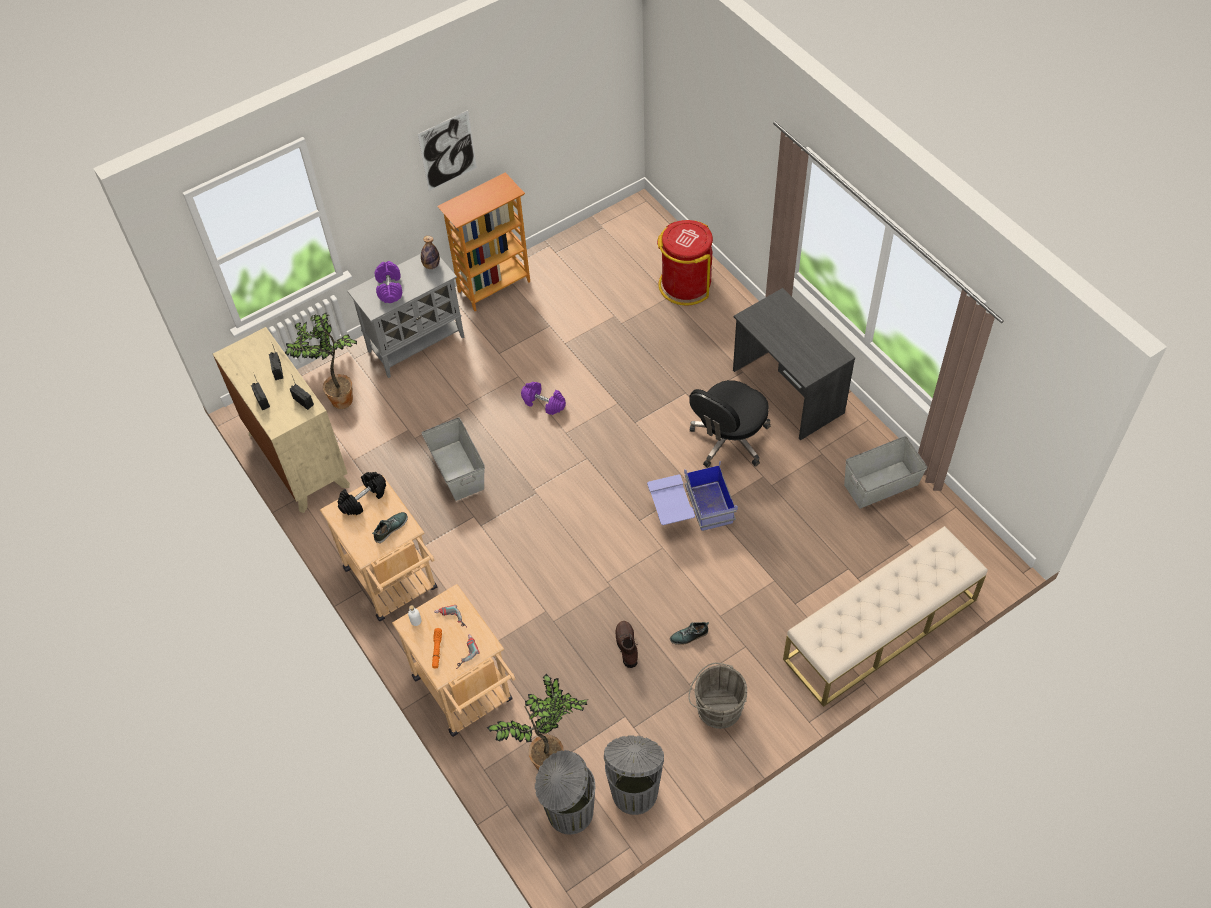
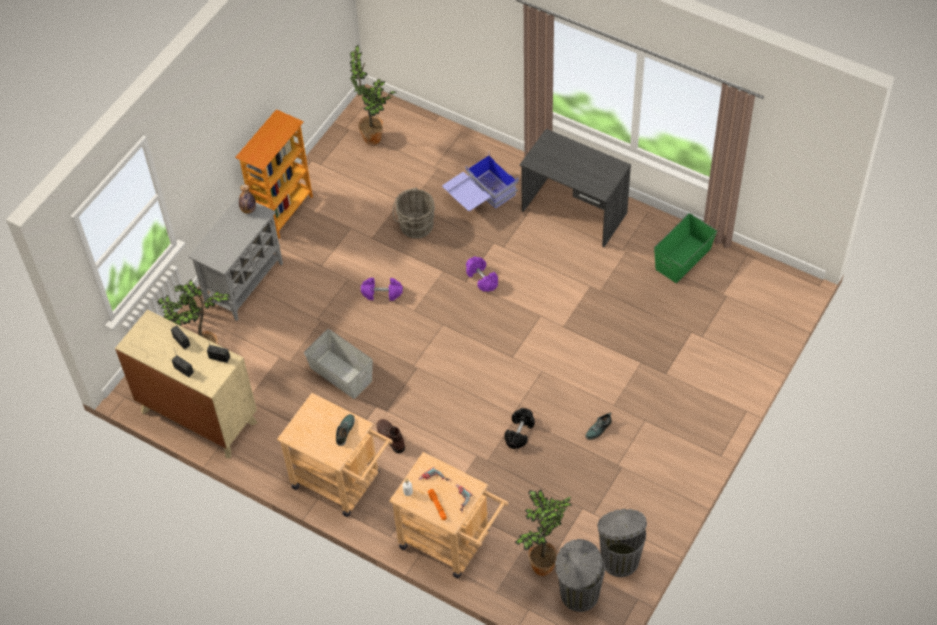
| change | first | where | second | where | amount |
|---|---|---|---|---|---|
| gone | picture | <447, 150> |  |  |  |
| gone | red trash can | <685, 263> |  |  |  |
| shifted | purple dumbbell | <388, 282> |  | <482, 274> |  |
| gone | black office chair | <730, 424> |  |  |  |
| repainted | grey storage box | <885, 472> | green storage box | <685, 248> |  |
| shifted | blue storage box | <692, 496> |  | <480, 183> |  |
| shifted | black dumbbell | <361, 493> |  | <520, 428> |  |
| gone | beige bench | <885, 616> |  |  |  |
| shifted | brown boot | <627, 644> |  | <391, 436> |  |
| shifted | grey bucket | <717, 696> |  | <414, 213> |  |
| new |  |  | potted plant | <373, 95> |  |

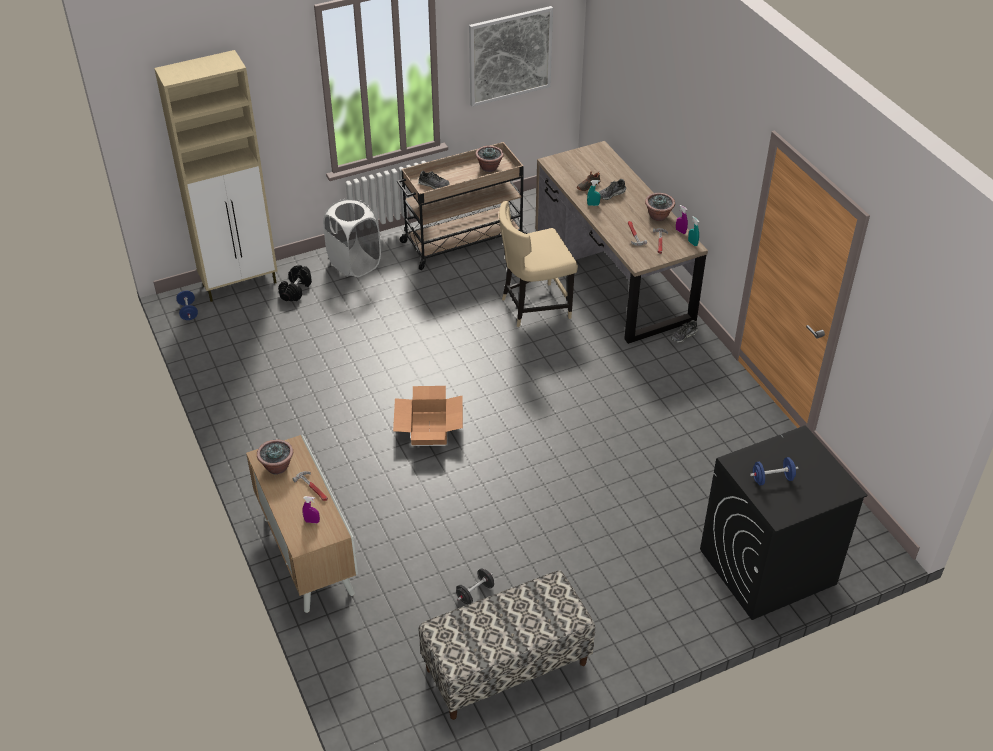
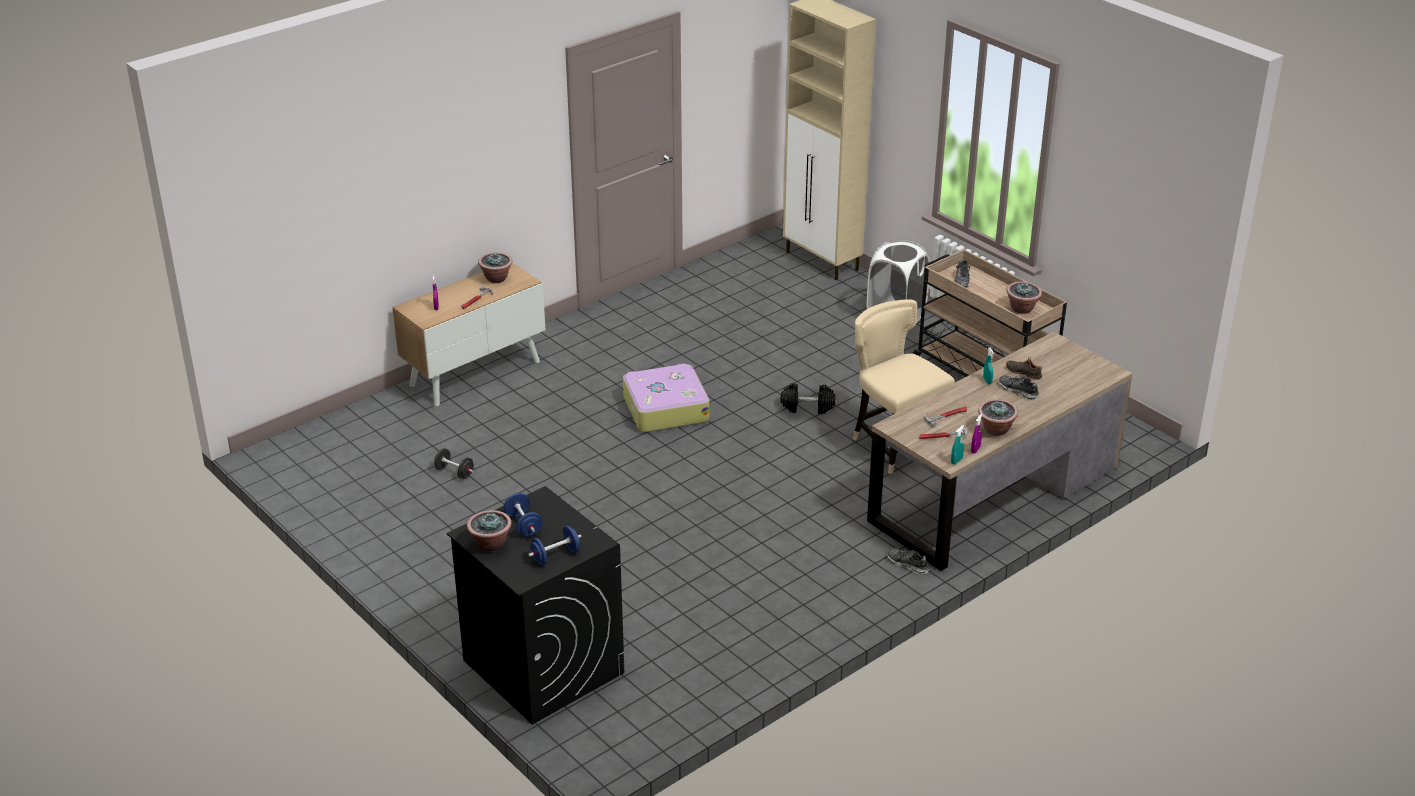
| change | first | where | second | where | amount |
|---|---|---|---|---|---|
| gone | picture | <511, 56> |  |  |  |
| shifted | black dumbbell | <295, 283> |  | <808, 398> |  |
| shifted | blue dumbbell | <187, 305> |  | <555, 545> |  |
| swapped | cardboard box | <428, 415> | suitcase | <666, 398> |  |
| gone | bench | <507, 645> |  |  |  |
| new |  |  | potted plant | <489, 531> |  |

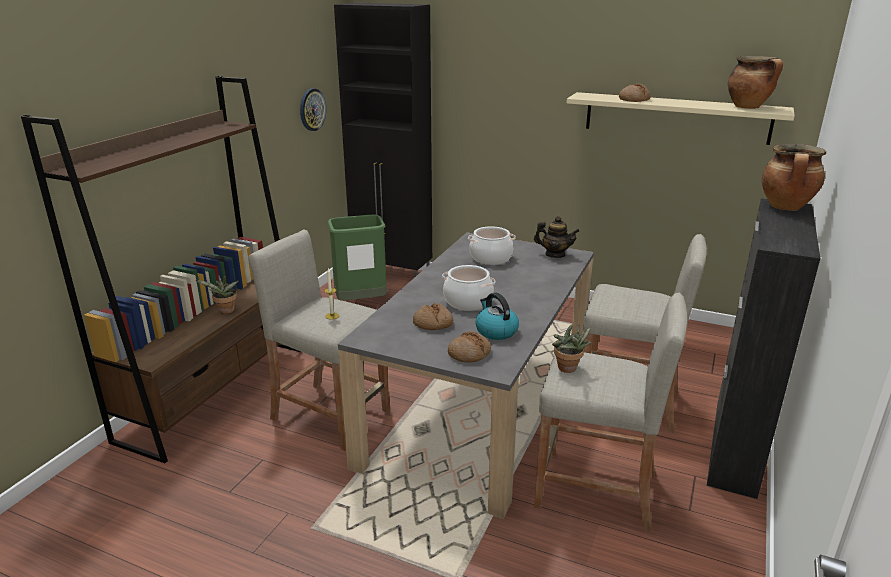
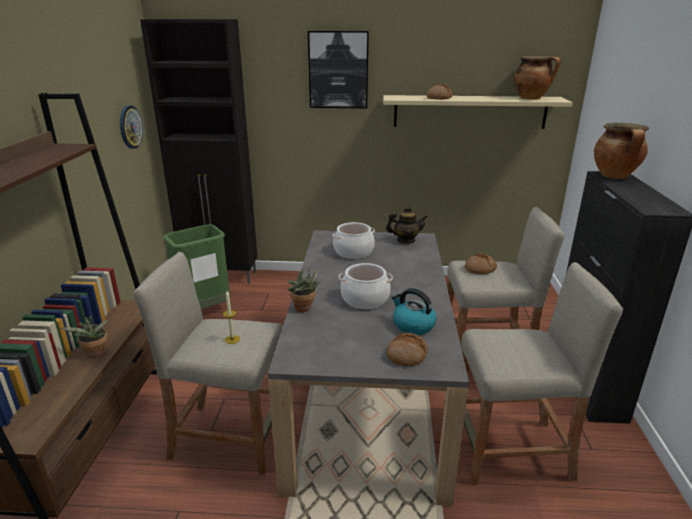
| change | first | where | second | where | amount |
|---|---|---|---|---|---|
| shifted | bread | <433, 316> |  | <481, 263> |  |
| shifted | potted plant | <572, 348> |  | <305, 290> |  |
| new |  |  | picture | <338, 69> |  |

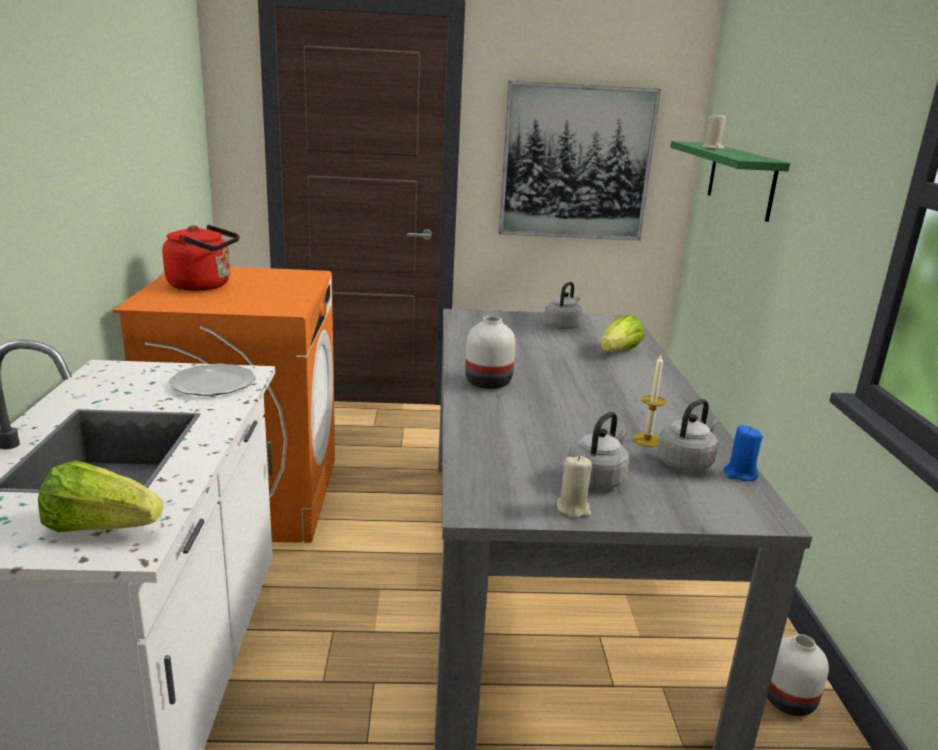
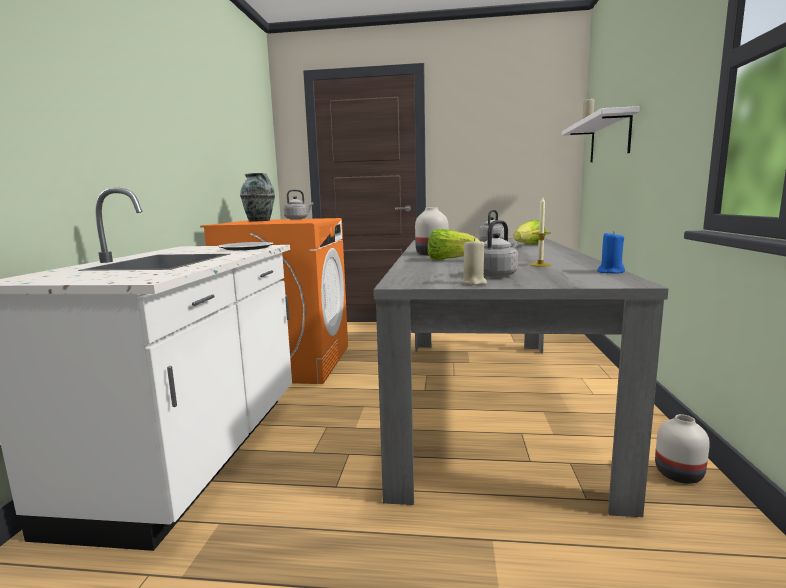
| change | first | where | second | where | amount |
|---|---|---|---|---|---|
| gone | picture | <580, 161> |  |  |  |
| repainted | green shelf | <730, 181> | white shelf | <600, 134> |  |
| swapped | red kettle | <200, 258> | vase | <257, 197> |  |
| shifted | grey kettle | <688, 435> |  | <299, 204> |  |
| shifted | lettuce | <100, 496> |  | <454, 244> |  |

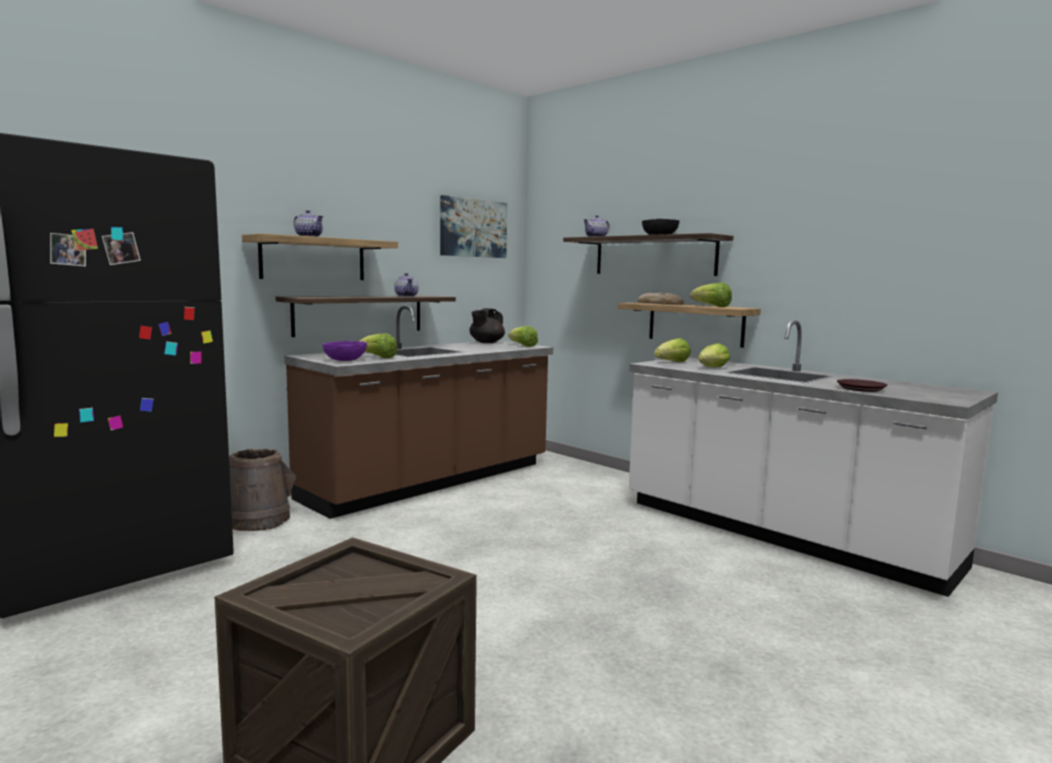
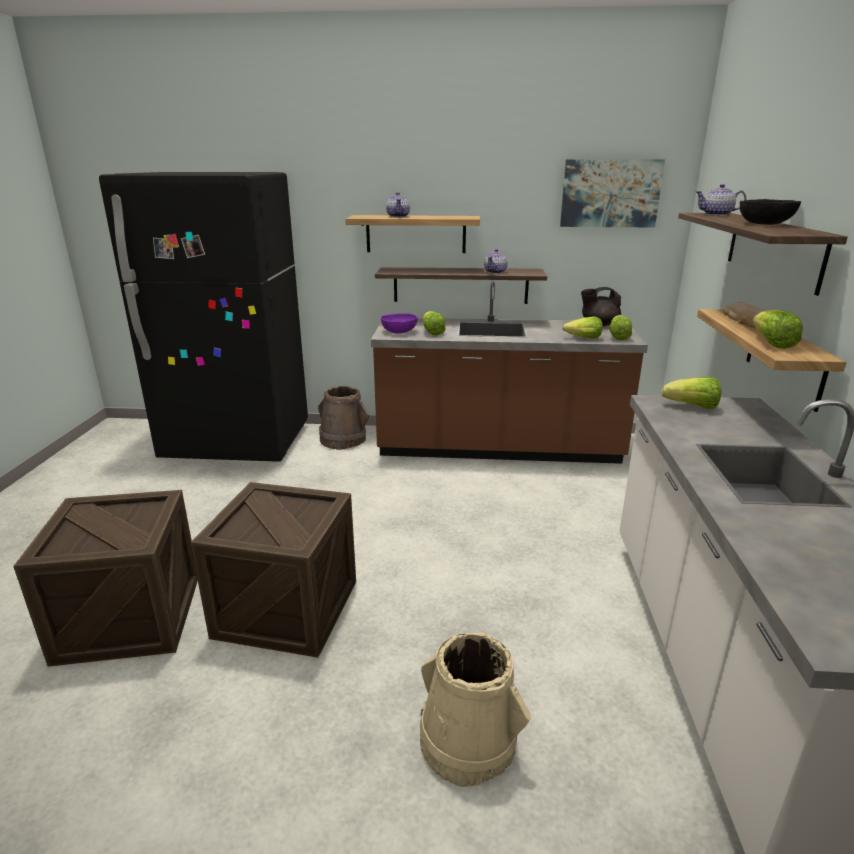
| change | first | where | second | where | amount |
|---|---|---|---|---|---|
| shifted | lettuce | <714, 355> |  | <582, 328> |  |
| gone | brown plate | <862, 385> |  |  |  |
| new |  |  | crate | <273, 570> |  |
| new |  |  | beige bucket | <475, 710> |  |

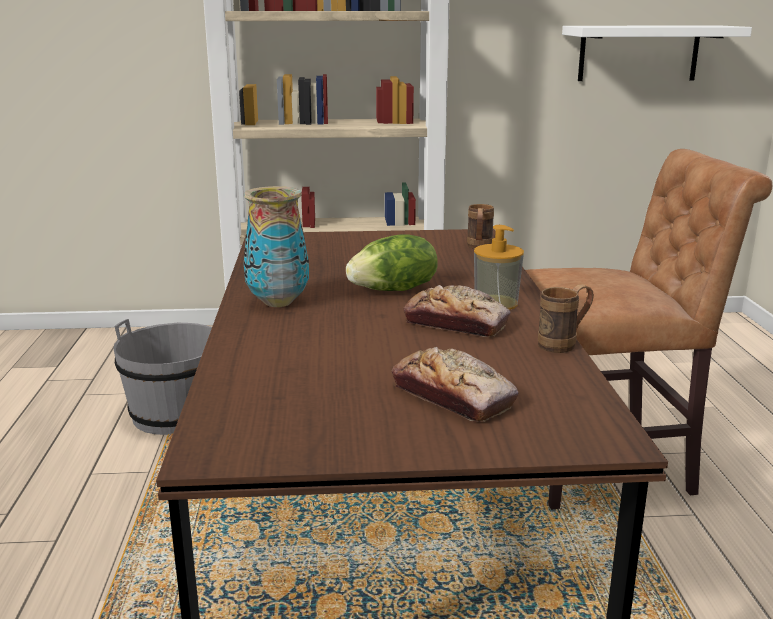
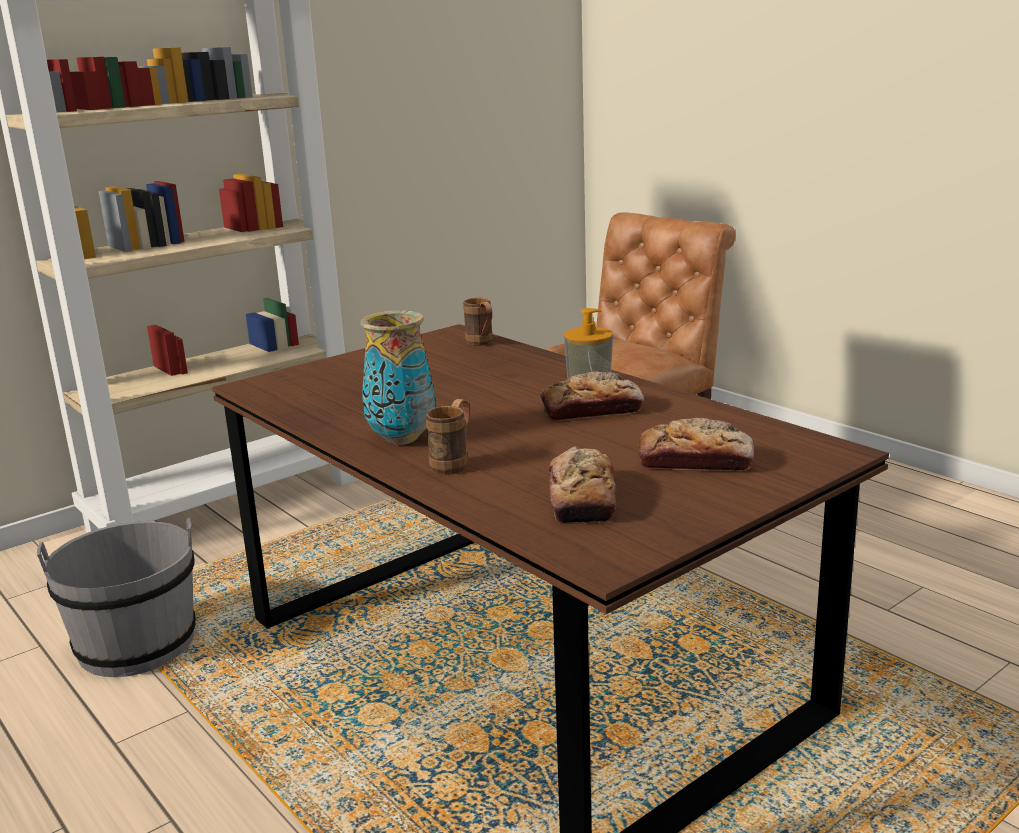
| change | first | where | second | where | amount |
|---|---|---|---|---|---|
| gone | white shelf | <657, 53> |  |  |  |
| gone | lettuce | <392, 262> |  |  |  |
| shifted | brown mug | <566, 318> |  | <448, 437> |  |
| new |  |  | bread | <582, 485> |  |

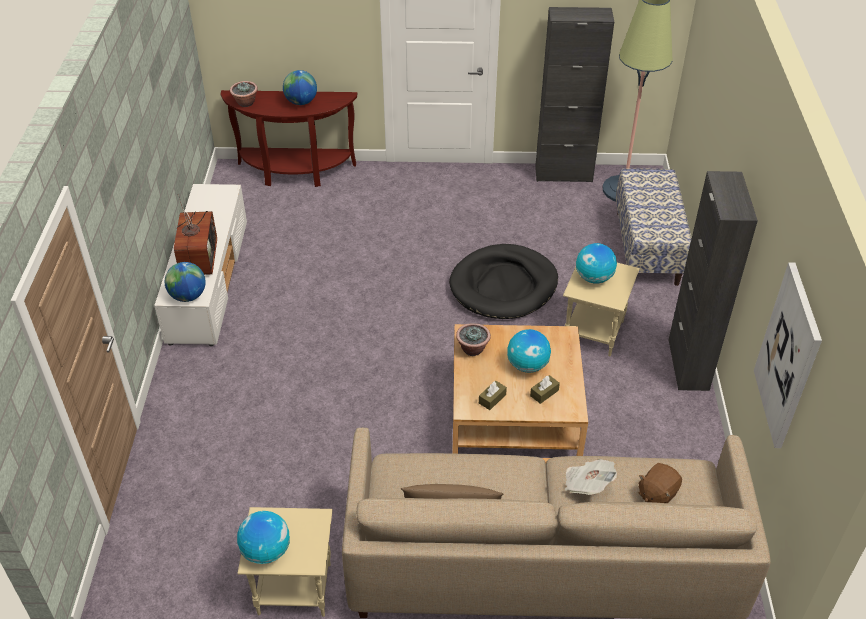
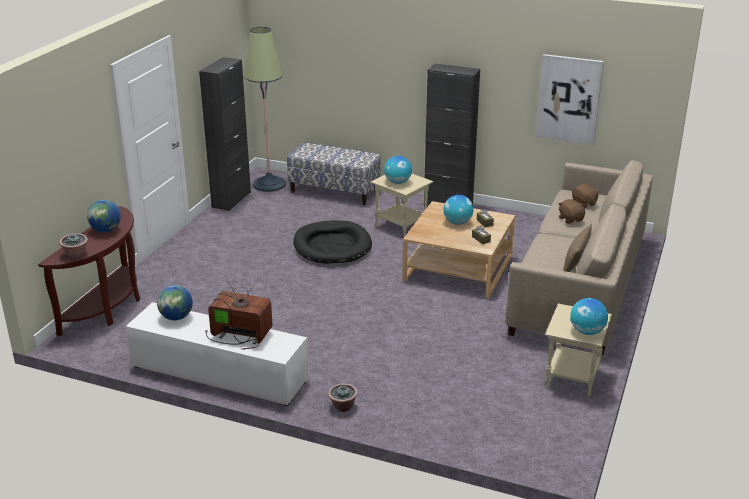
| change | first | where | second | where | amount |
|---|---|---|---|---|---|
| shifted | globe | <185, 282> |  | <175, 302> |  |
| shifted | potted plant | <473, 339> |  | <343, 398> |  |
| swapped | newspaper | <591, 477> | brown plush toy | <572, 211> |  |

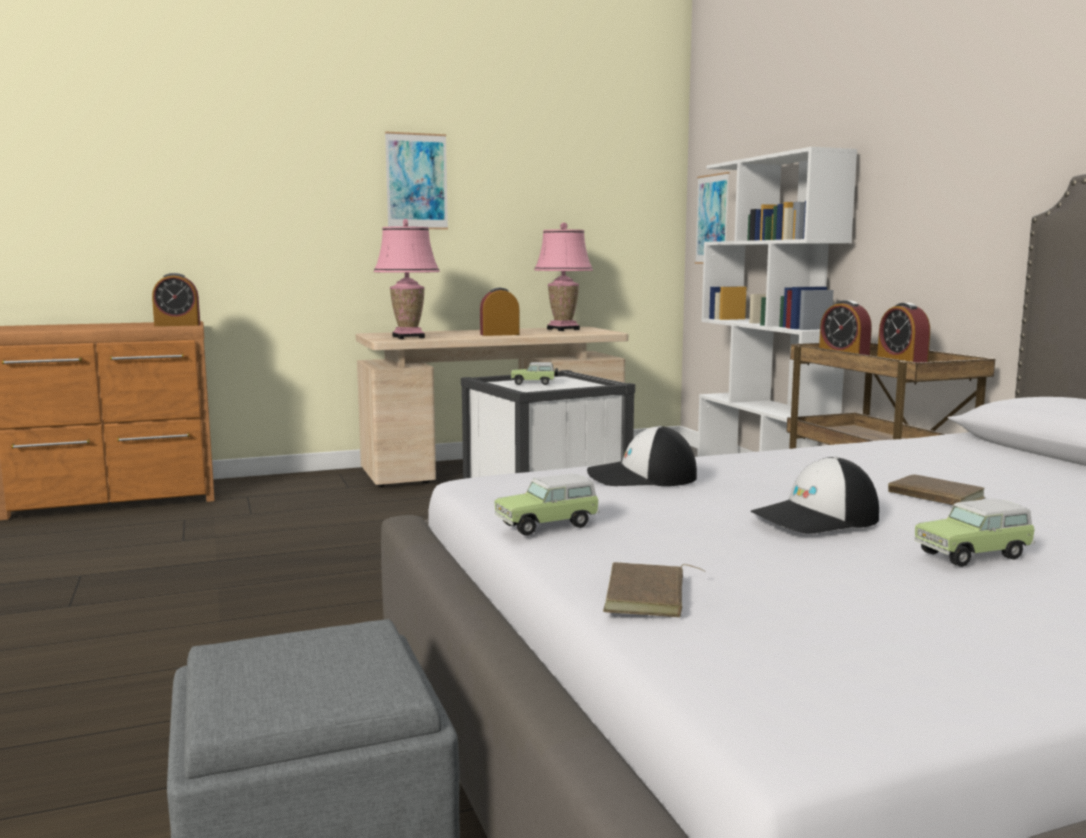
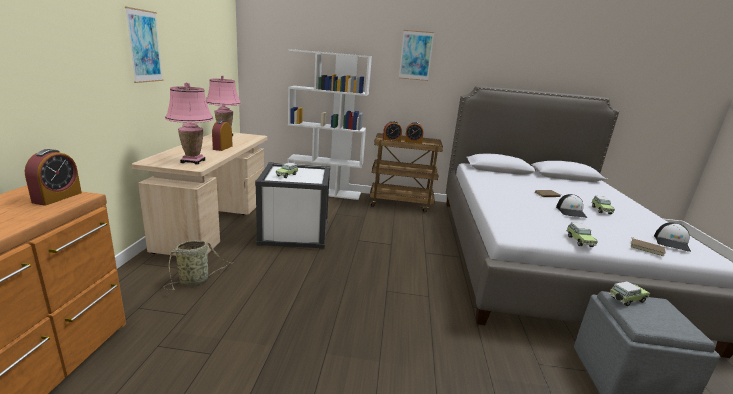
| change | first | where | second | where | amount |
|---|---|---|---|---|---|
| shifted | picture | <712, 218> |  | <416, 55> |  |
| shifted | cap | <642, 456> |  | <672, 237> |  |
| new |  |  | basket | <198, 265> |  |
| new |  |  | toy car | <629, 293> |  |

